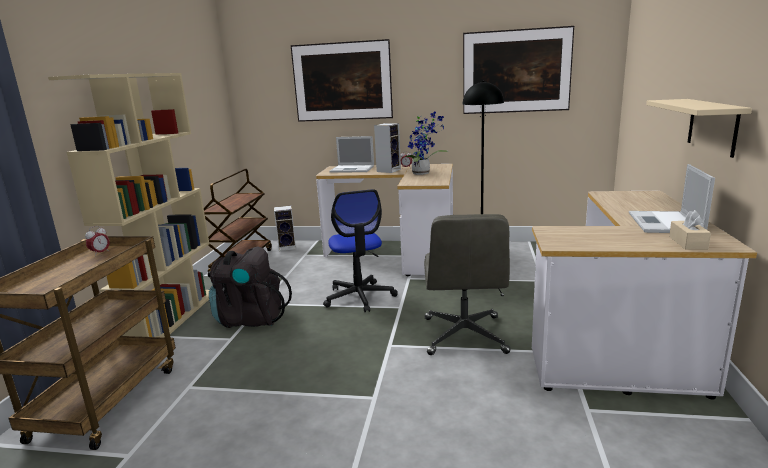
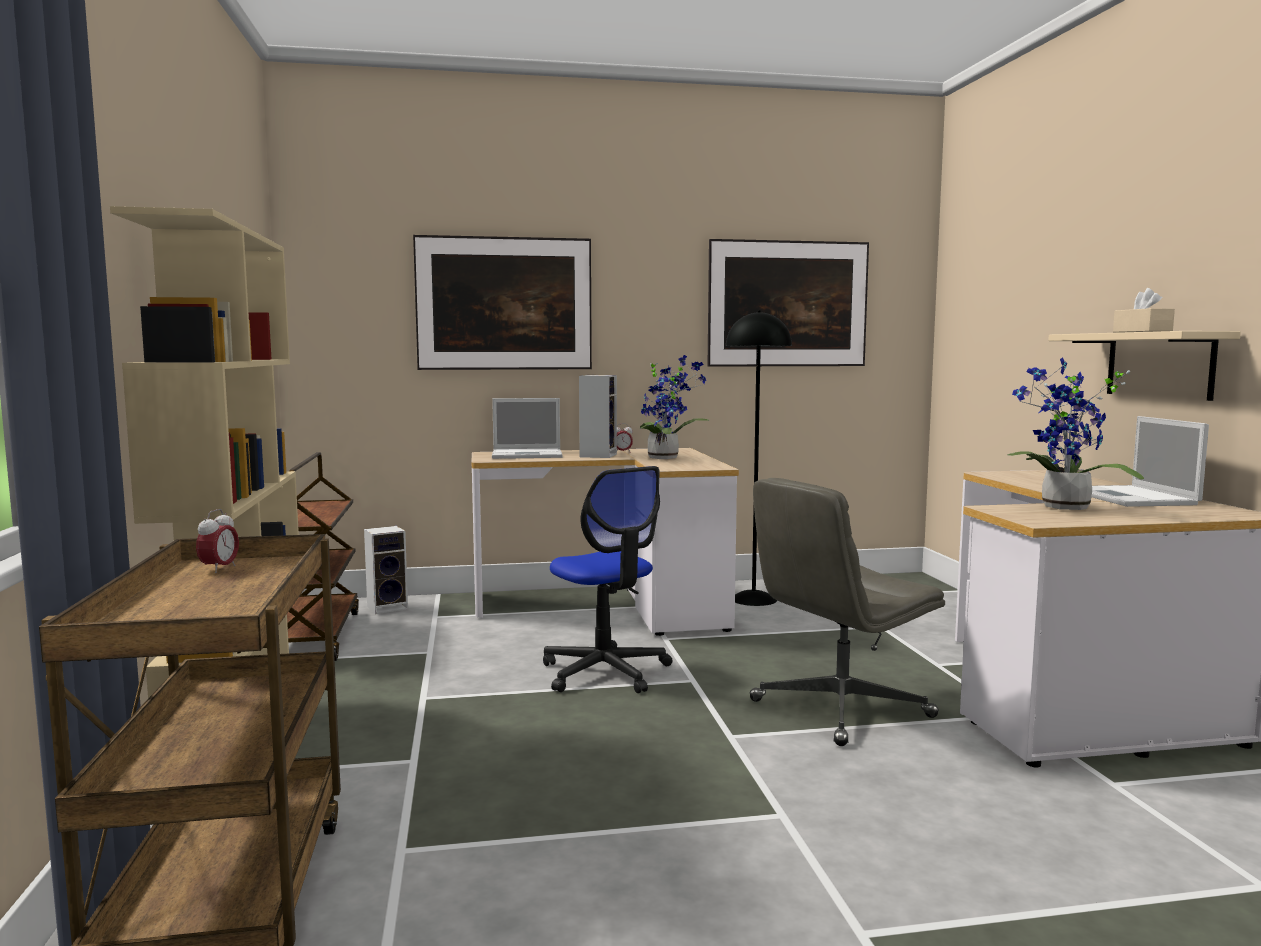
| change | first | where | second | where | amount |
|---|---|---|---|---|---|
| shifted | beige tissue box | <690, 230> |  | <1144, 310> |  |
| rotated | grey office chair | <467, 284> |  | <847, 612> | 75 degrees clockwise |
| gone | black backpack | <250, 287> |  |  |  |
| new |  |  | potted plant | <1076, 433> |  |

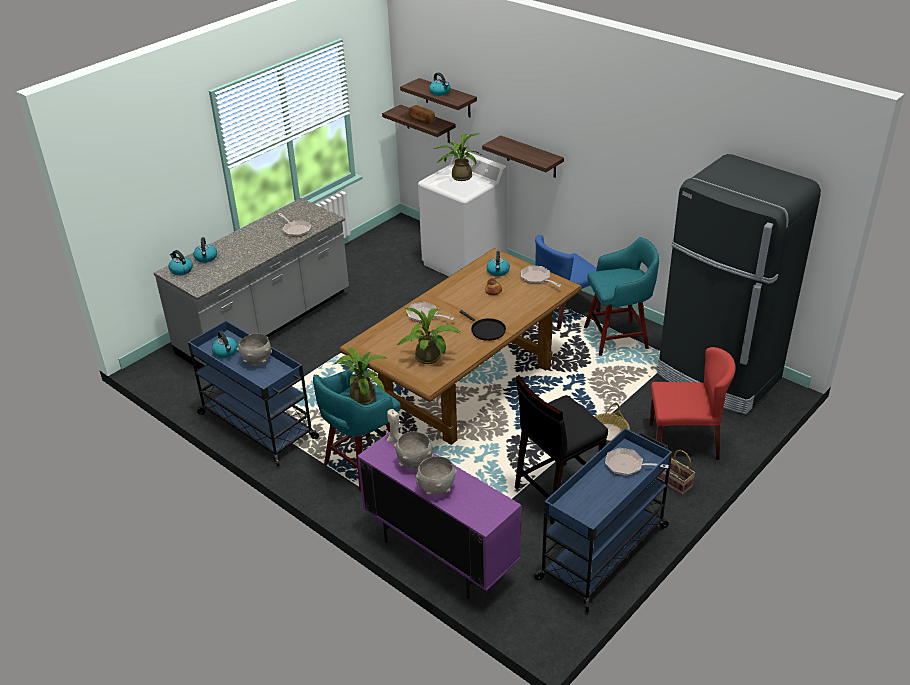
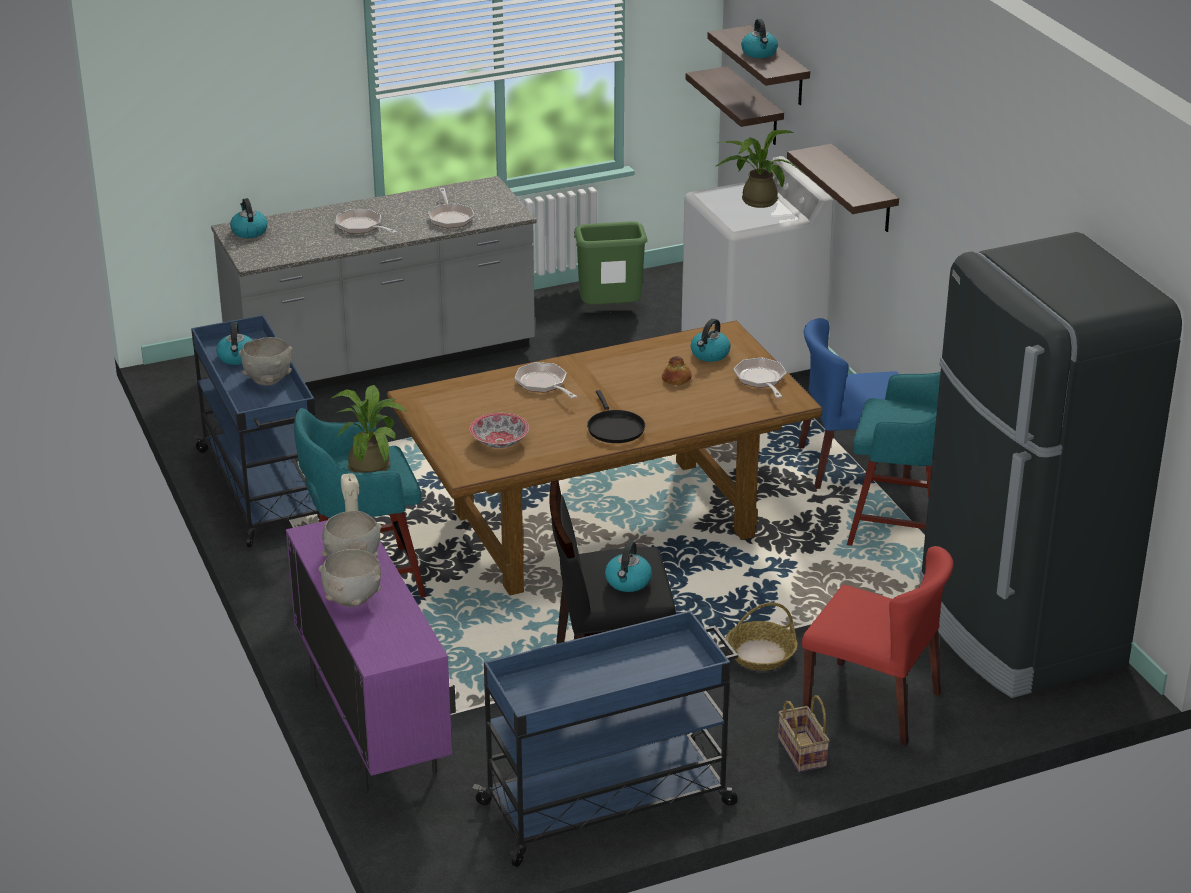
| change | first | where | second | where | amount |
|---|---|---|---|---|---|
| gone | bread | <421, 114> |  |  |  |
| shifted | kettle | <205, 250> |  | <628, 566> |  |
| swapped | potted plant | <429, 335> | bowl | <499, 430> |  |
| shifted | frying pan | <637, 462> |  | <366, 221> |  |
| new |  |  | green trash can | <611, 263> |  |

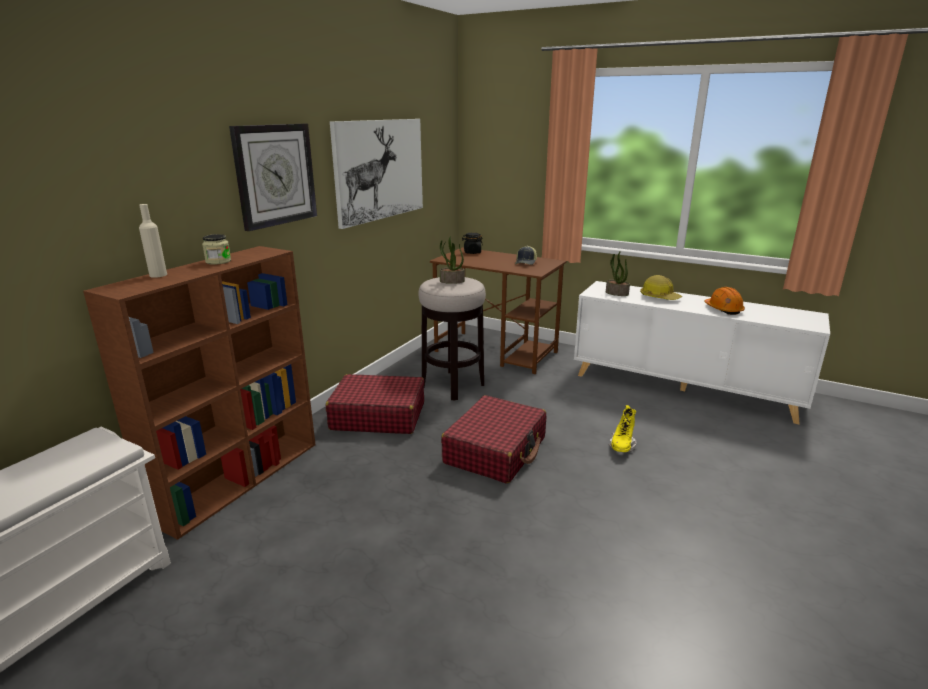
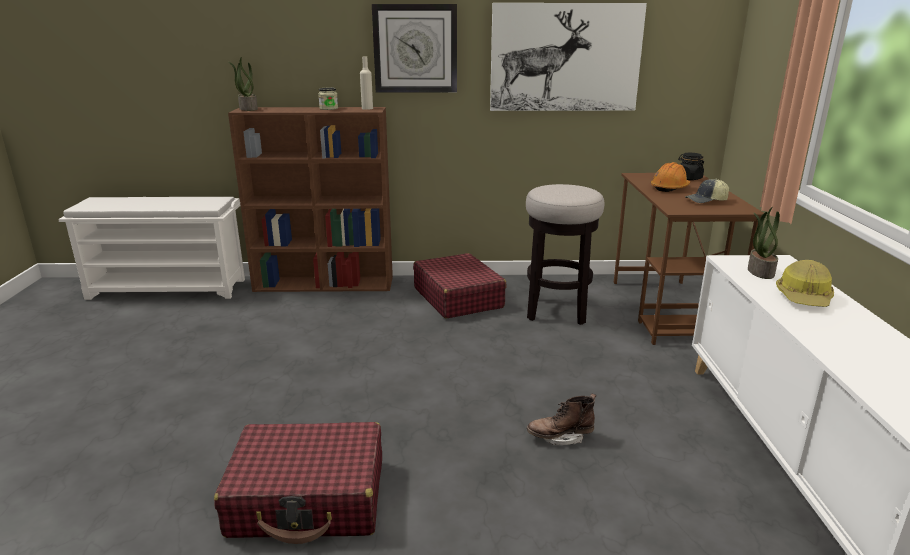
| change | first | where | second | where | amount |
|---|---|---|---|---|---|
| shifted | beige bottle | <153, 241> |  | <366, 83> |  |
| shifted | potted plant | <452, 260> |  | <243, 84> |  |
| shifted | orange hard hat | <724, 301> |  | <670, 177> |  |
| shifted | red suitcase | <493, 439> |  | <298, 483> |  |
| repainted | yellow boot | <623, 428> | brown boot | <561, 419> |  |

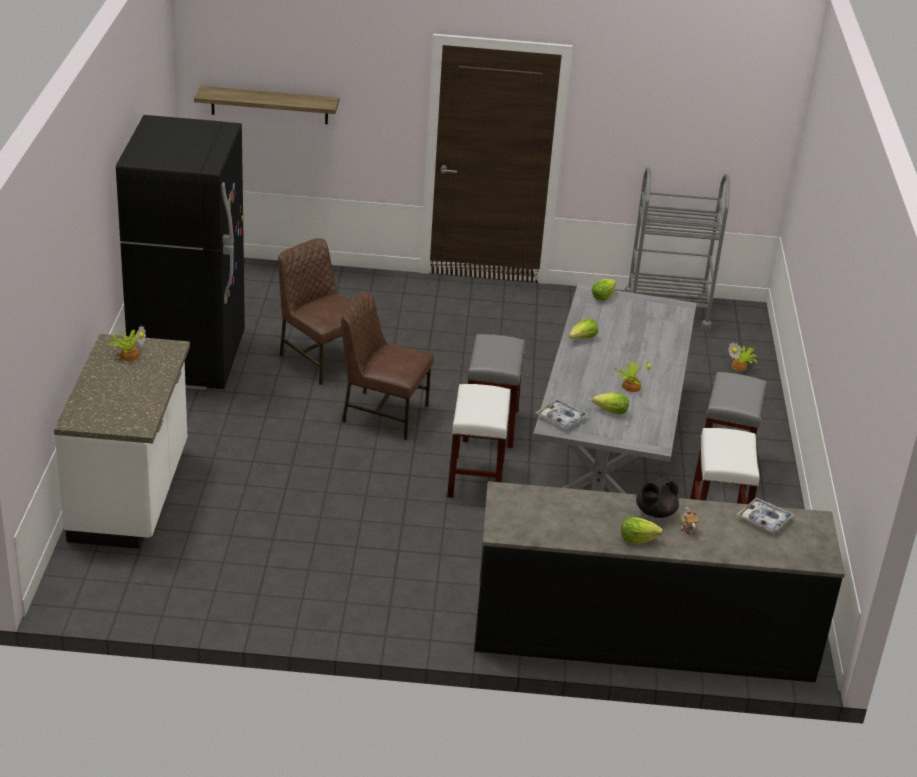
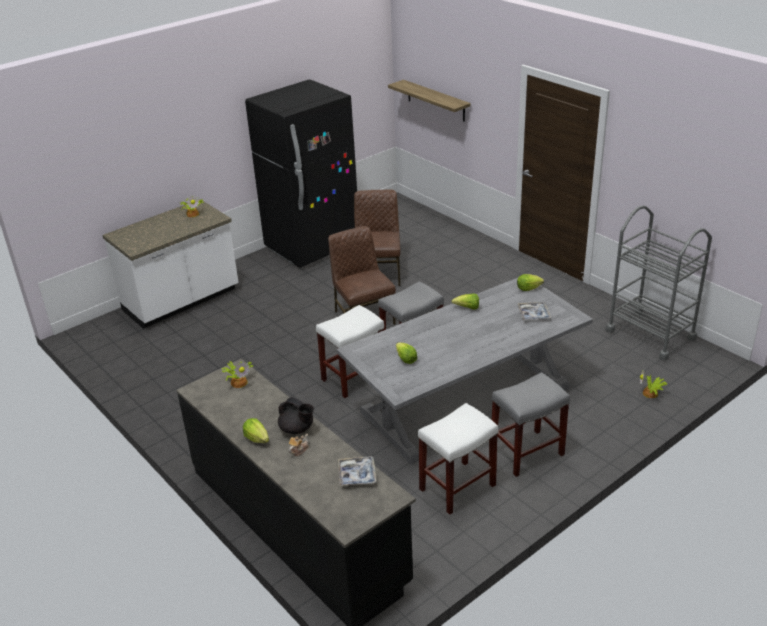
| change | first | where | second | where | amount |
|---|---|---|---|---|---|
| shifted | potted plant | <633, 376> |  | <237, 374> |  |
| shifted | tray | <562, 414> |  | <534, 311> |  |
| rotated | black teapot | <657, 496> |  | <296, 415> | 150 degrees counterclockwise |

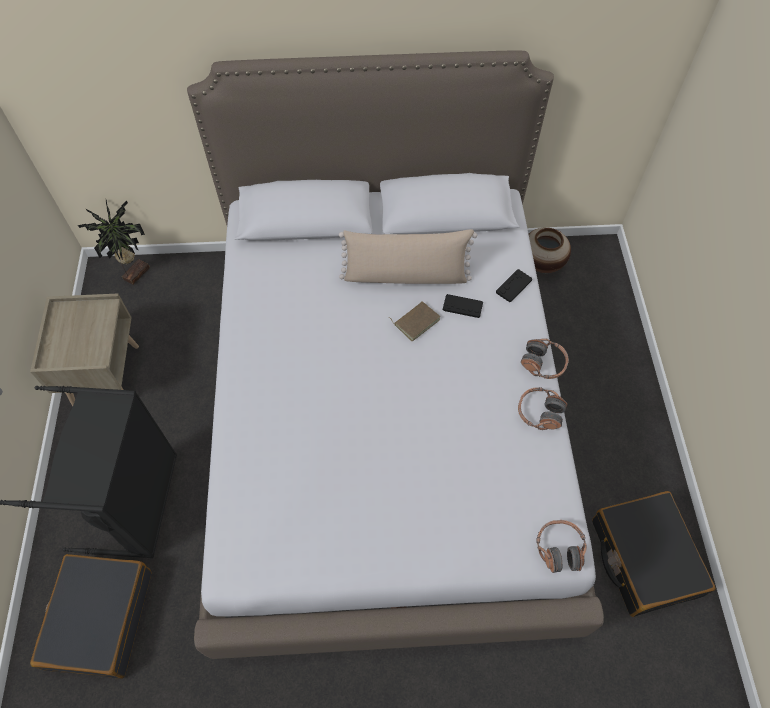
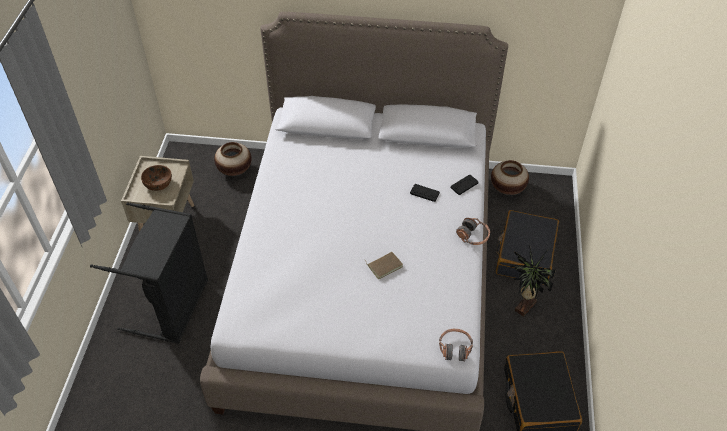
| change | first | where | second | where | amount |
|---|---|---|---|---|---|
| shifted | potted plant | <114, 242> |  | <533, 281> |  |
| gone | beige pillow | <408, 256> |  |  |  |
| shifted | brown book | <414, 321> |  | <384, 265> |  |
| gone | headphones | <543, 408> |  |  |  |
| shifted | black suitcase | <90, 616> |  | <527, 245> |  |
| new |  |  | vase | <232, 159> |  |
| new |  |  | brown bowl | <156, 178> |  |

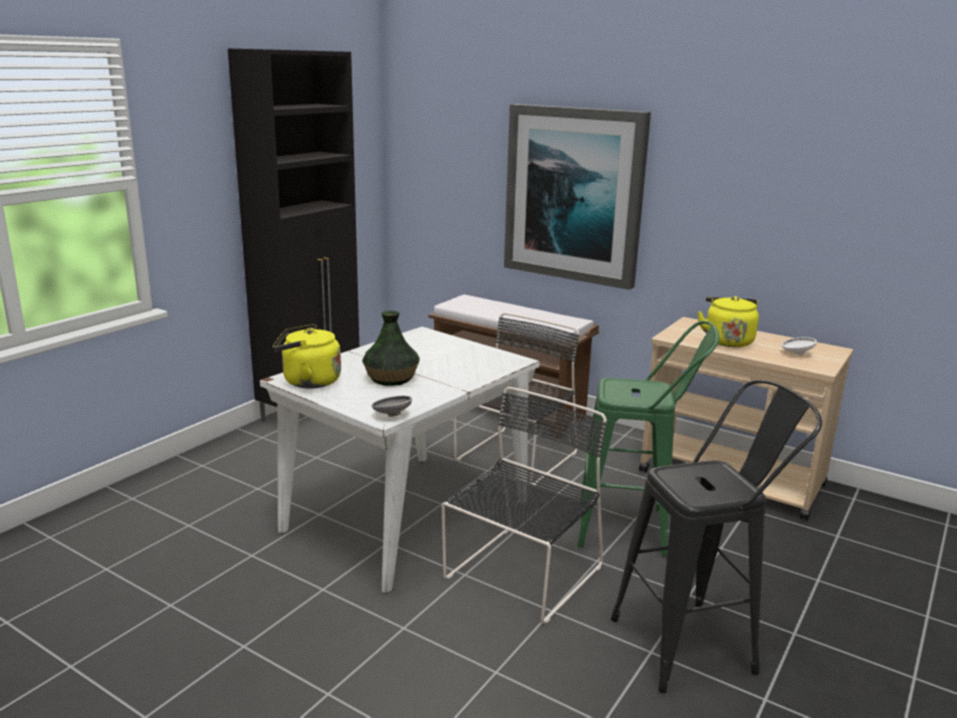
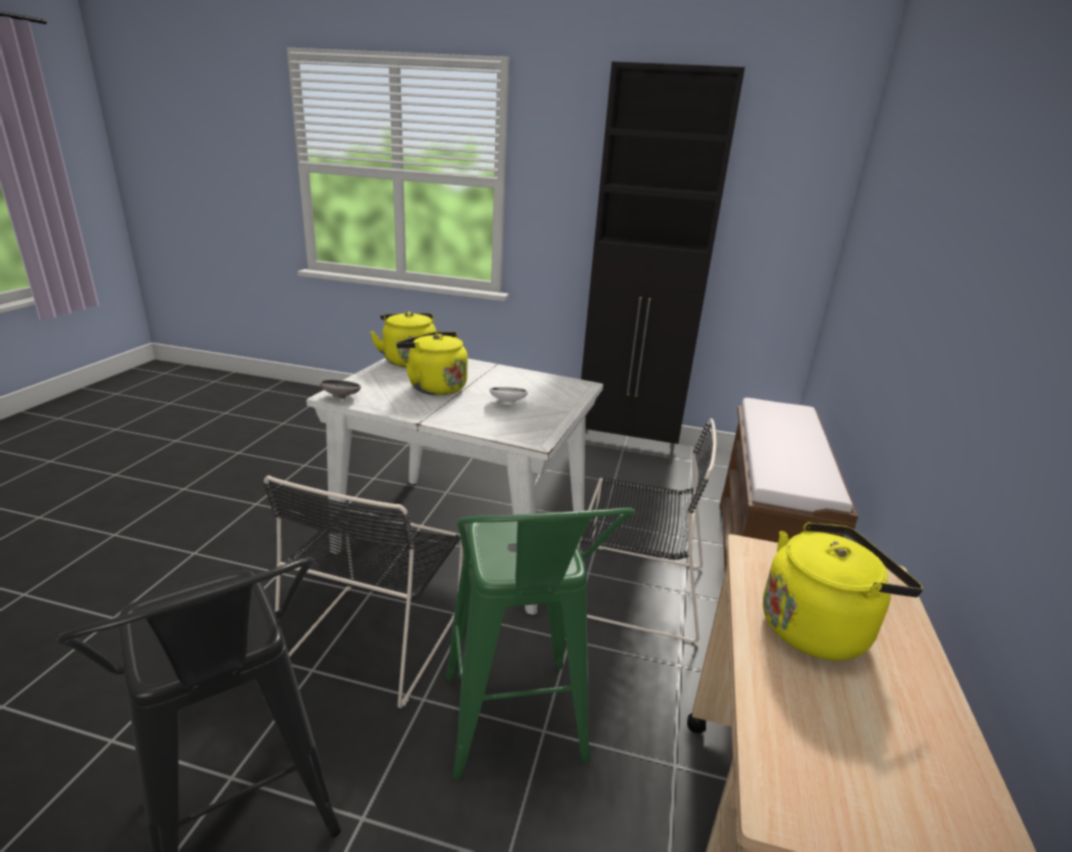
| change | first | where | second | where | amount |
|---|---|---|---|---|---|
| gone | picture | <577, 197> |  |  |  |
| swapped | vase | <391, 348> | yellow kettle | <432, 363> |  |
| shifted | white bowl | <799, 346> |  | <508, 396> |  |
| rotated | black chair | <524, 505> |  | <363, 591> | 90 degrees clockwise |

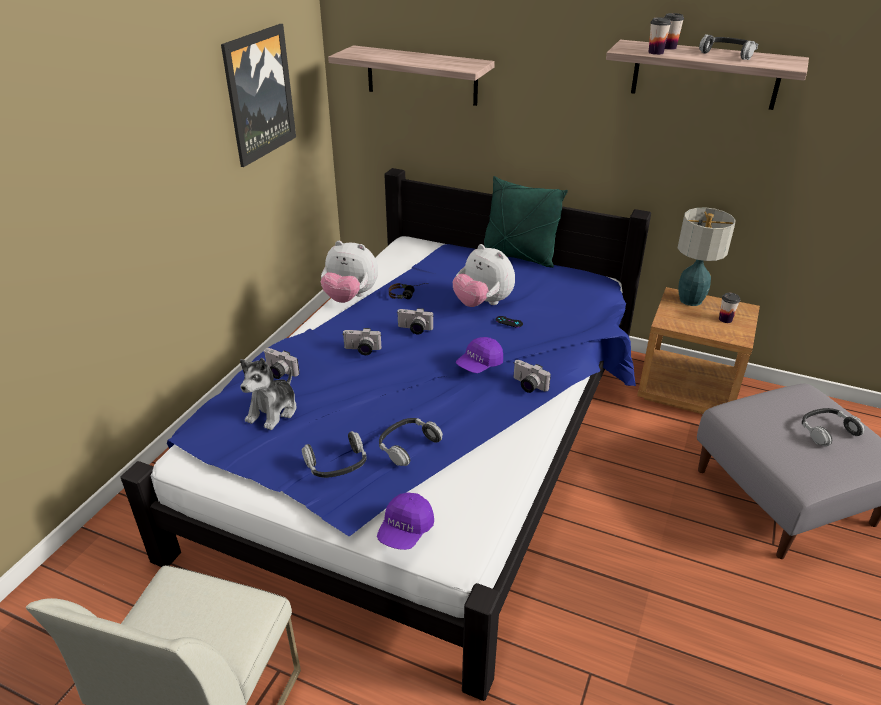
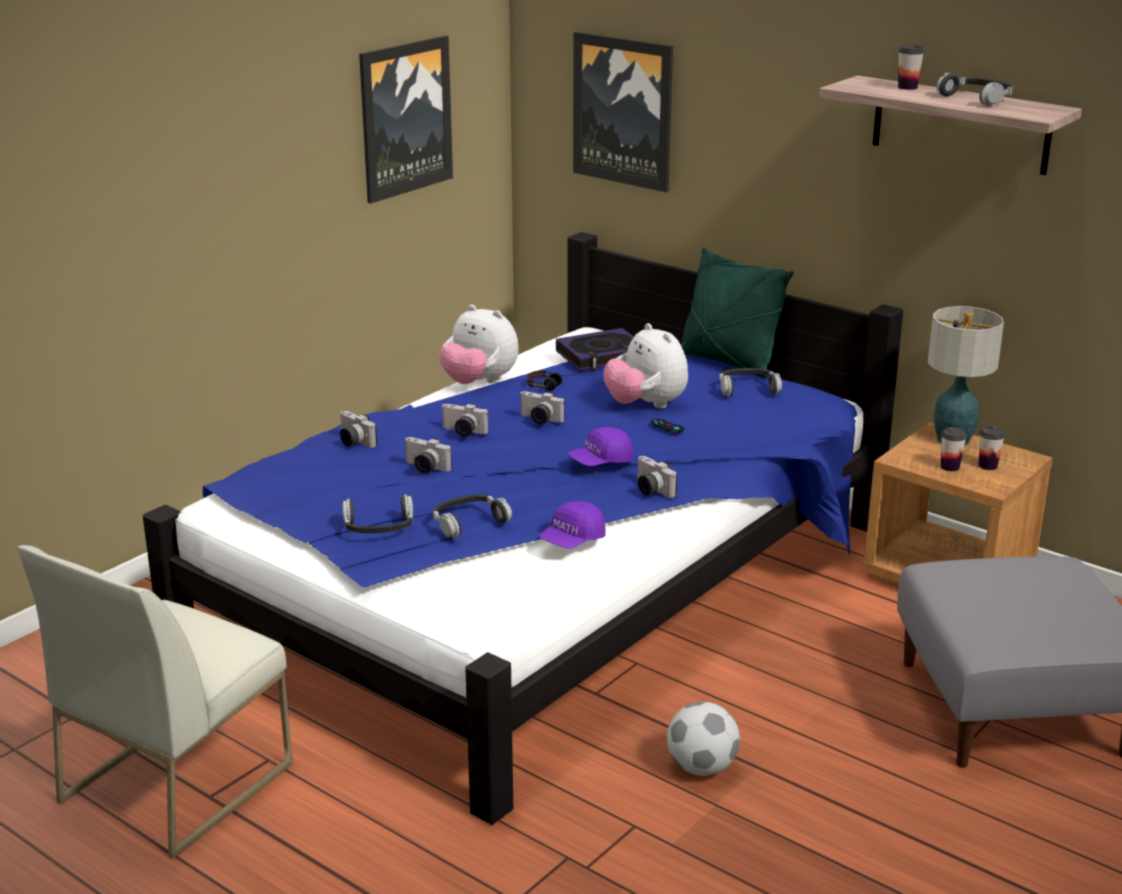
| change | first | where | second | where | amount |
|---|---|---|---|---|---|
| shifted | cup | <659, 36> |  | <954, 449> |  |
| swapped | shelf | <411, 75> | picture | <623, 112> |  |
| gone | plush toy | <268, 394> |  |  |  |
| shifted | headphones | <833, 427> |  | <750, 382> |  |
| shifted | purple cap | <405, 521> |  | <572, 525> |  |
| new |  |  | book | <595, 349> |  |
| new |  |  | photo camera | <428, 455> |  |
| new |  |  | football | <703, 739> |  |

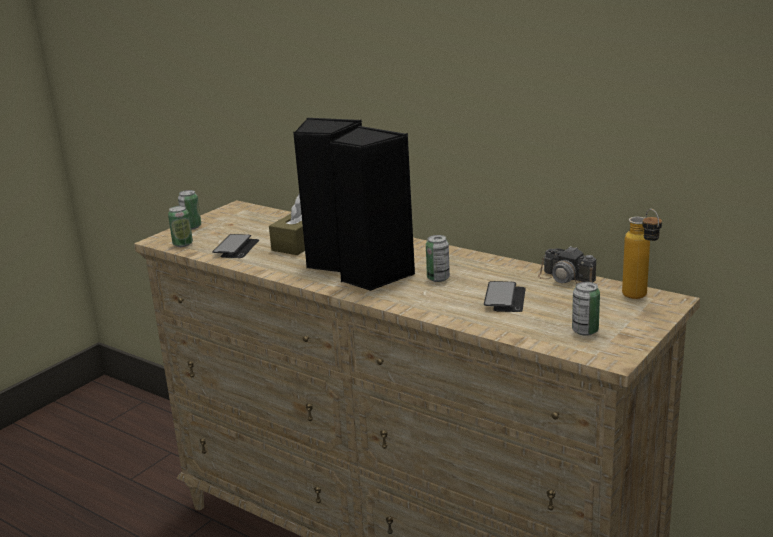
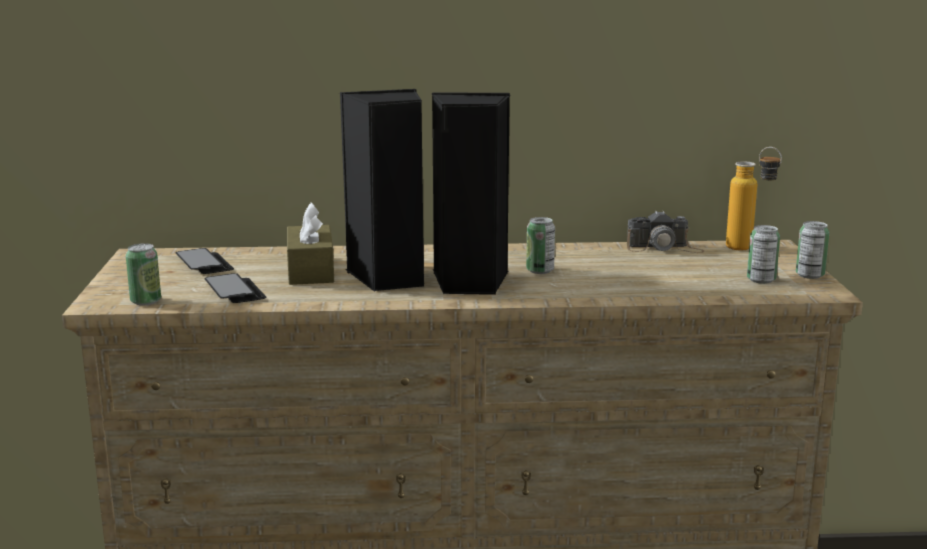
| change | first | where | second | where | amount |
|---|---|---|---|---|---|
| shifted | can | <189, 210> |  | <812, 250> |  |
| shifted | phone | <505, 296> |  | <205, 261> |  |

